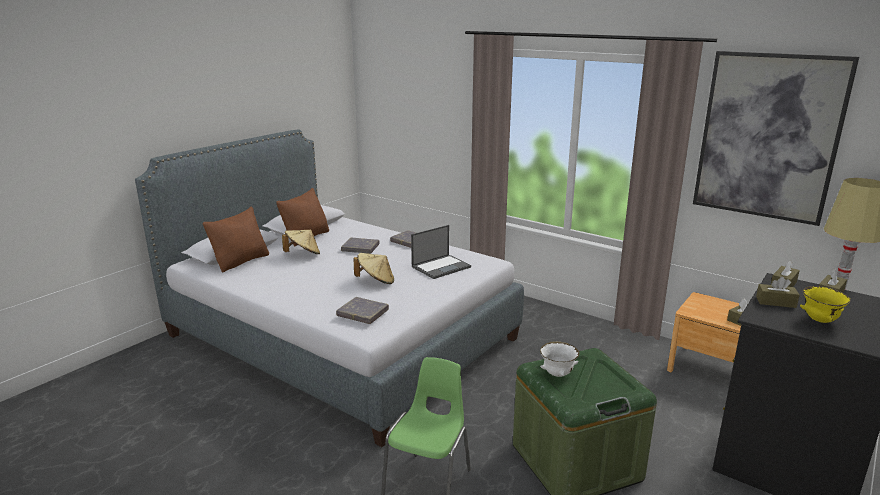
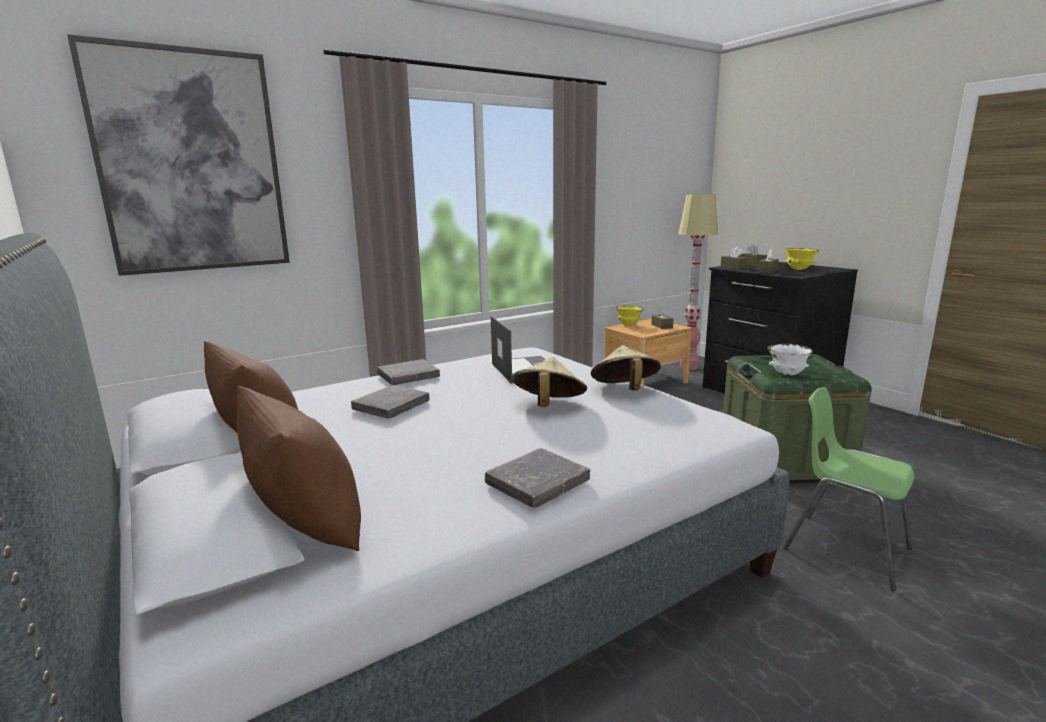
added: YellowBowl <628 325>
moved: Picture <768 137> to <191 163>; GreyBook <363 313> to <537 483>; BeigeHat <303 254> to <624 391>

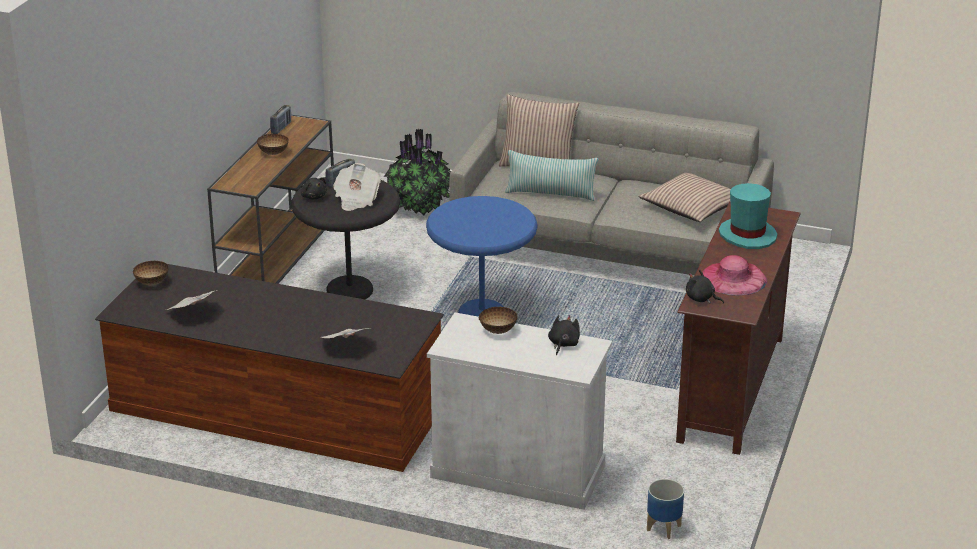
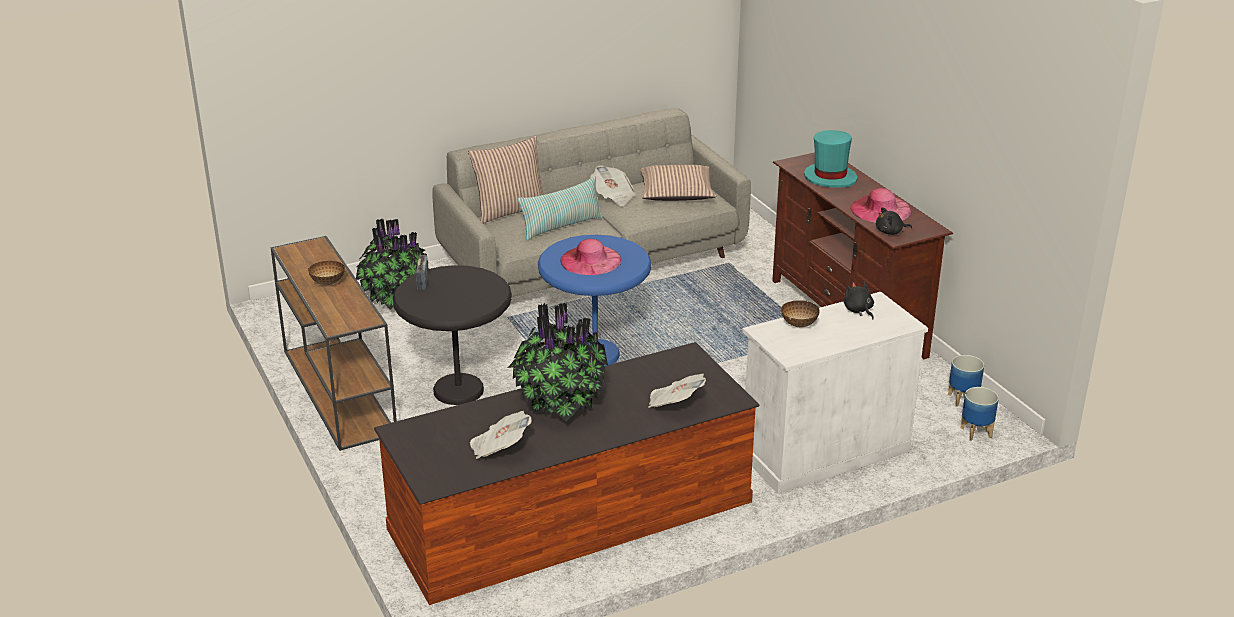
removed: Bowl <152 282>; Radio <281 128>; BlackPlushToy <313 196>
added: PottedPlant <559 403>; PinkHat <590 260>; Planter <962 399>
moved: Newspaper <356 199> to <613 196>

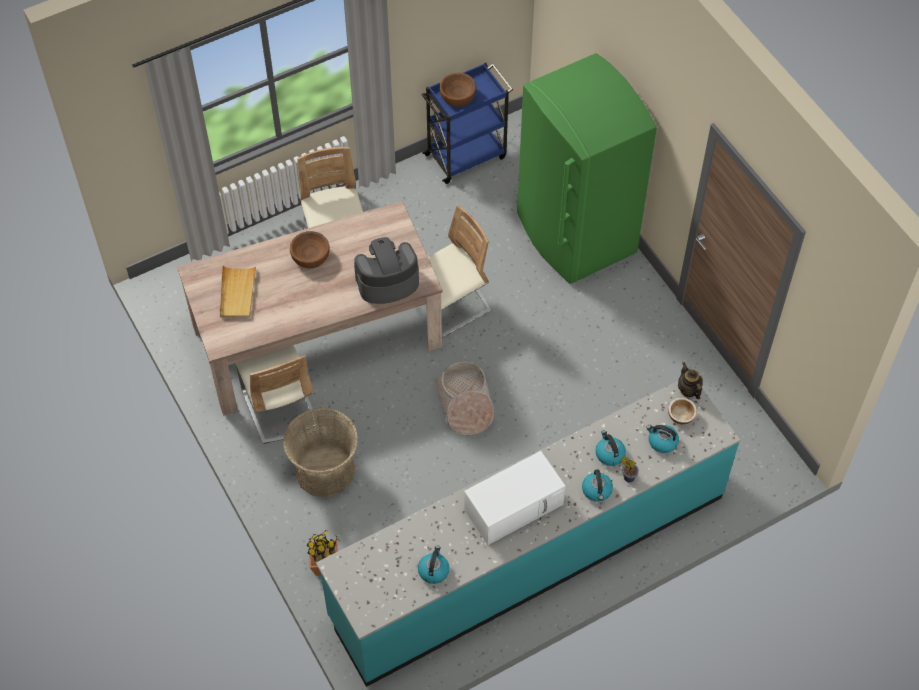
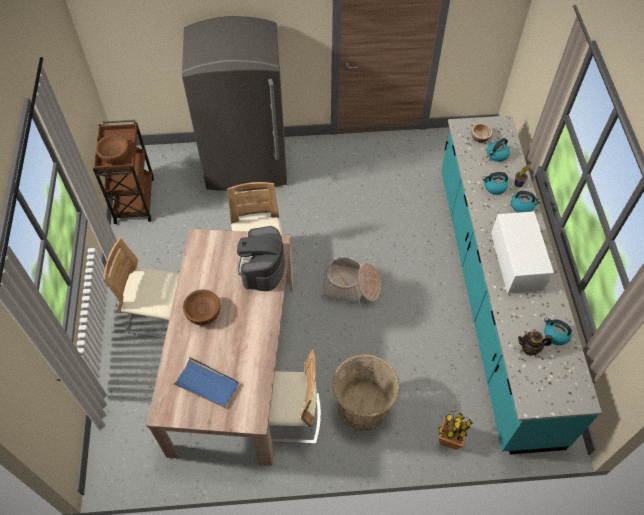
moved: Teapot <688 390> to <530 348>
recoloured: BlueCart <467 155> to BrownCart <134 199>; BeigeTray <237 293> to BlueTray <207 384>; GreenFridge <575 235> to GreyFridge <246 165>

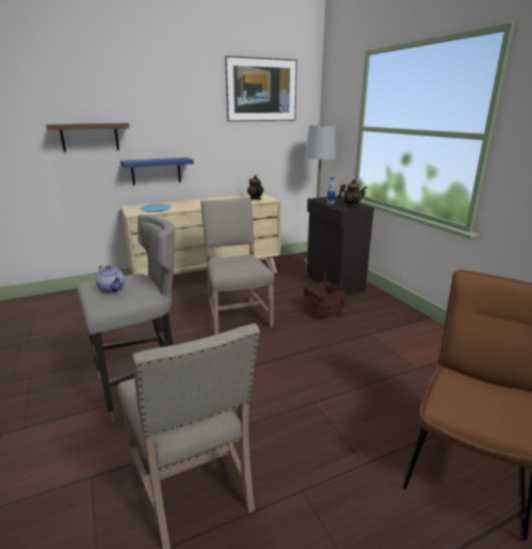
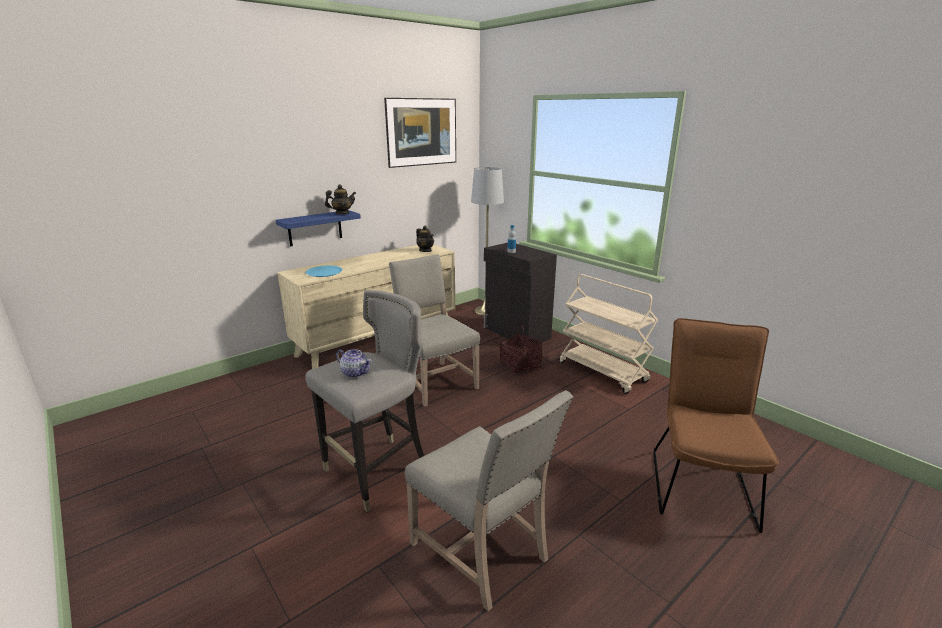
removed: BrownShelf <90 137>
added: BeigeCart <603 372>
moved: Teapot <351 206> to <342 213>

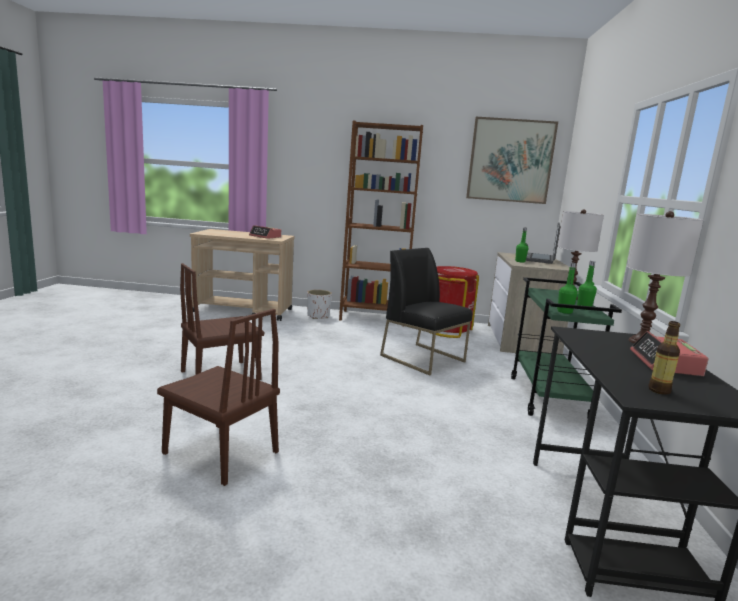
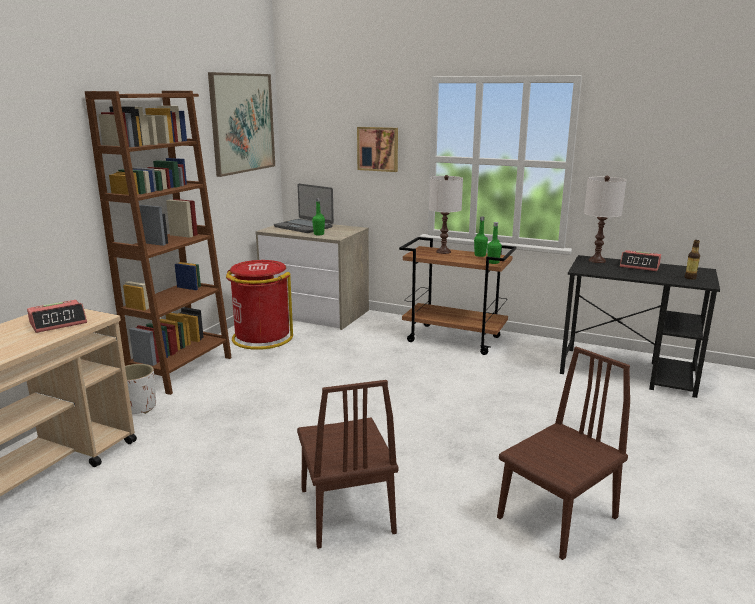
removed: BlackChair <423 358>
added: Picture <378 149>
recoloured: GreenCart <549 399> to BrownCart <455 339>

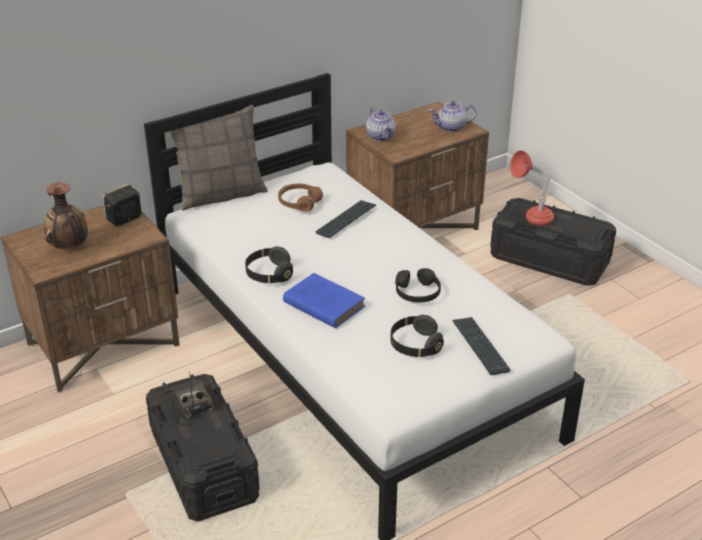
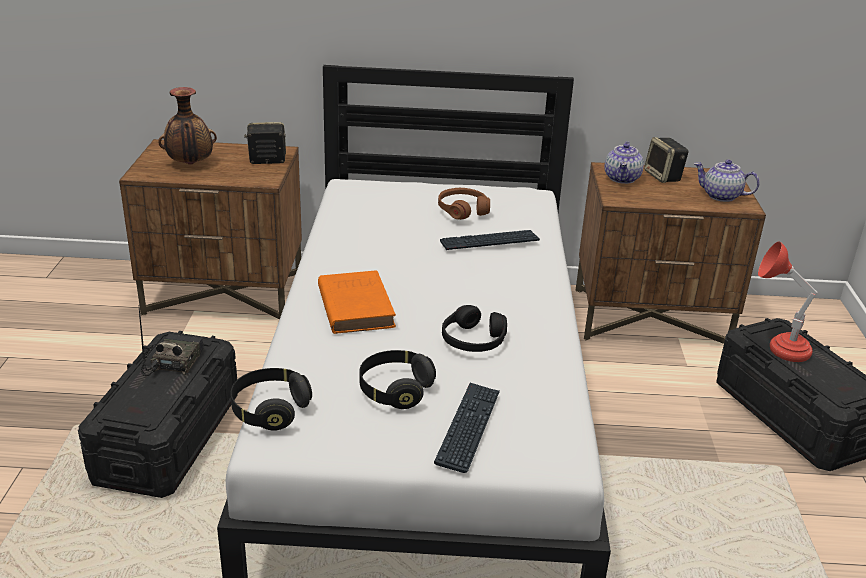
removed: Pillow <221 194>
added: Speaker <663 176>
moved: BlackHeadphones <269 274> to <270 410>
recoloured: BlueBook <322 304> to OrangeBook <355 306>

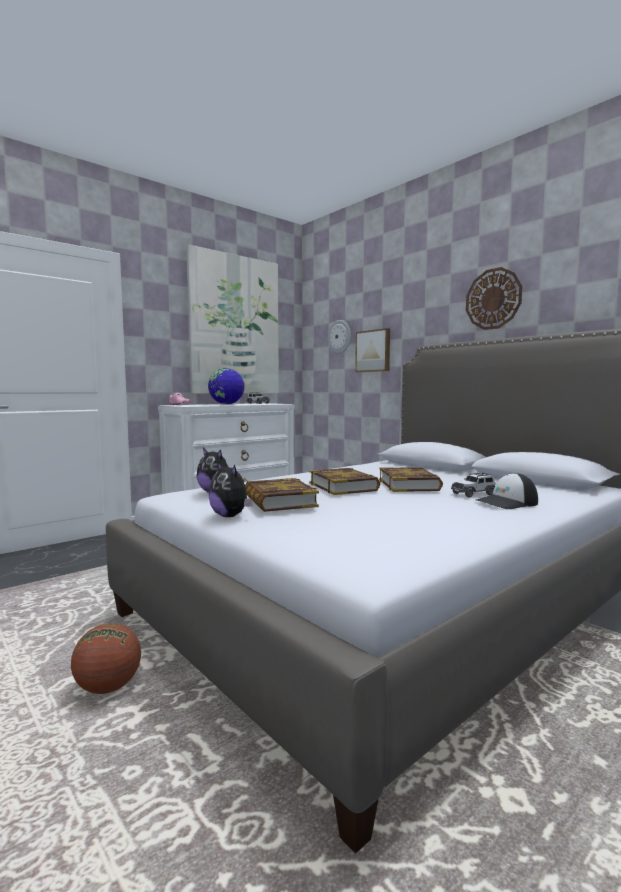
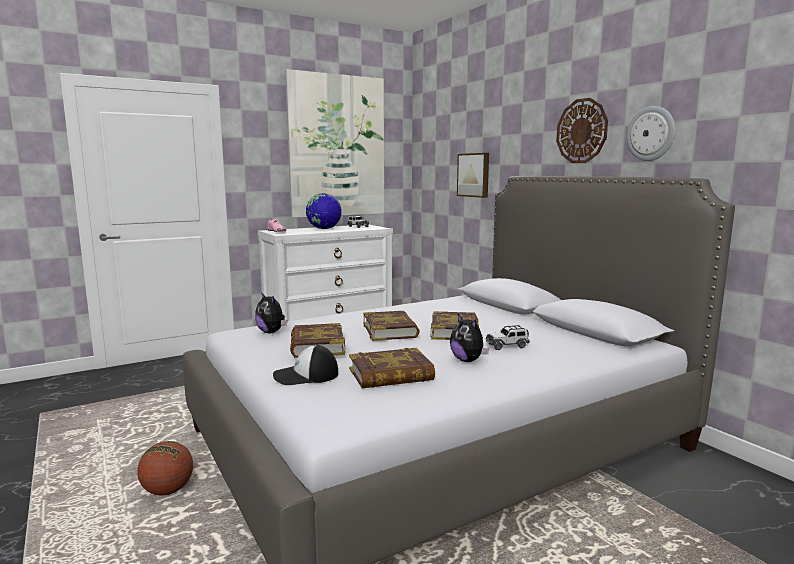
added: Book <391 375>
moved: Cap <507 503> to <305 376>; PlushToy <230 516> to <468 360>; WallClock <340 336> to <651 133>

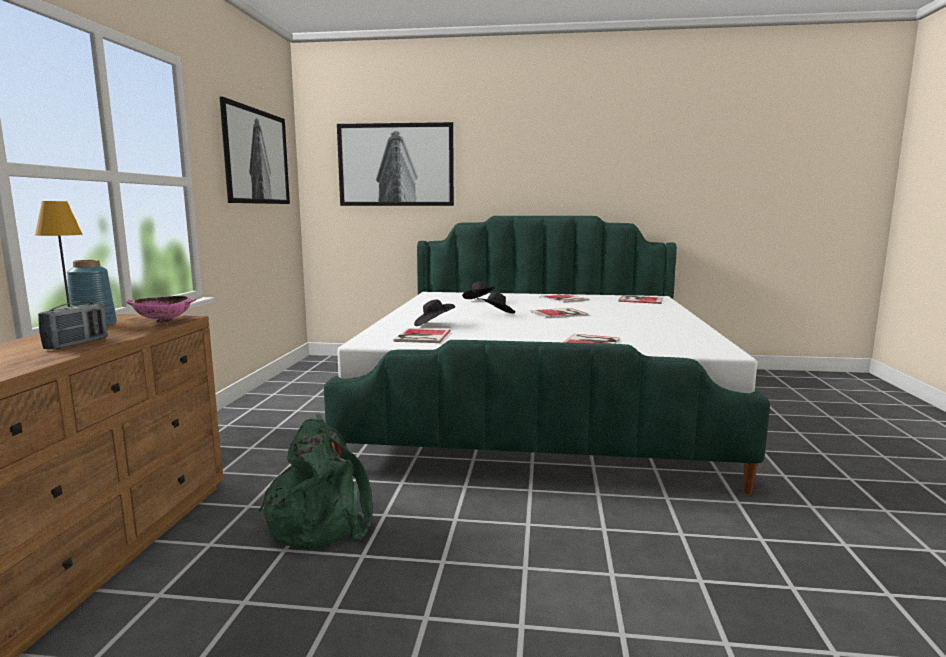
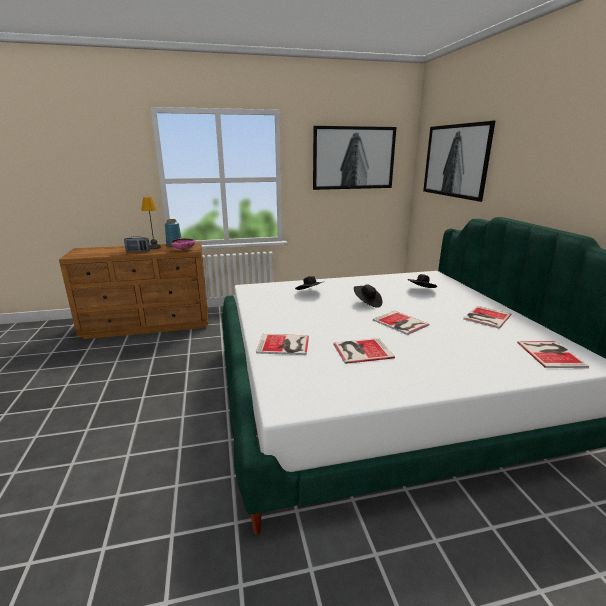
removed: GreenBackpack <321 521>
moved: Book <421 336> to <360 350>

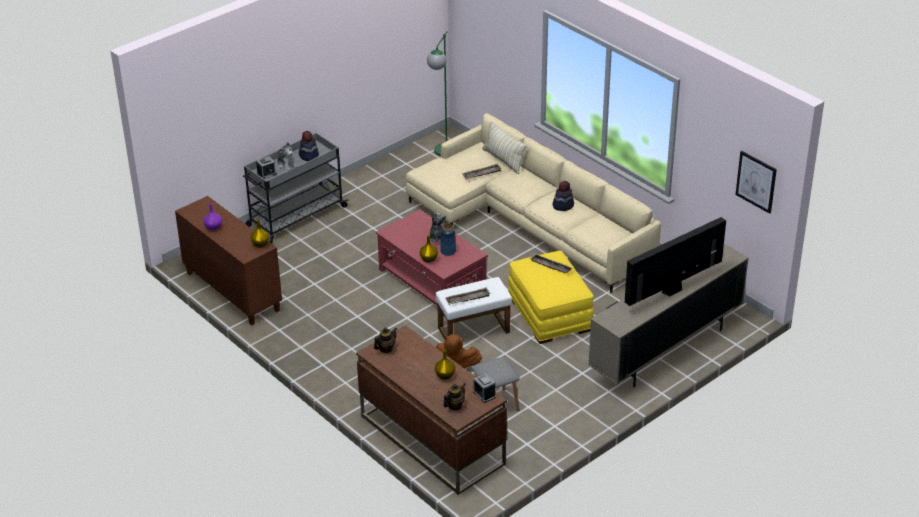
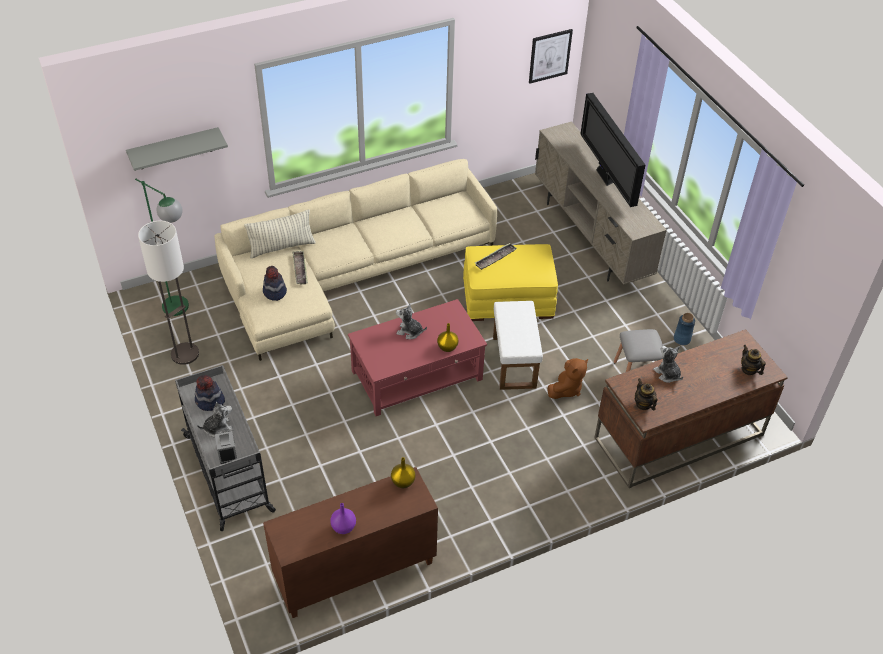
removed: YellowVase <444 375>; Tray <467 298>; AlarmClock <484 394>
added: GreyShelf <174 149>; FloorLamp <185 354>; PlushToy <667 374>
moved: Hat <563 205> to <274 292>; BlueVase <448 251> to <682 339>

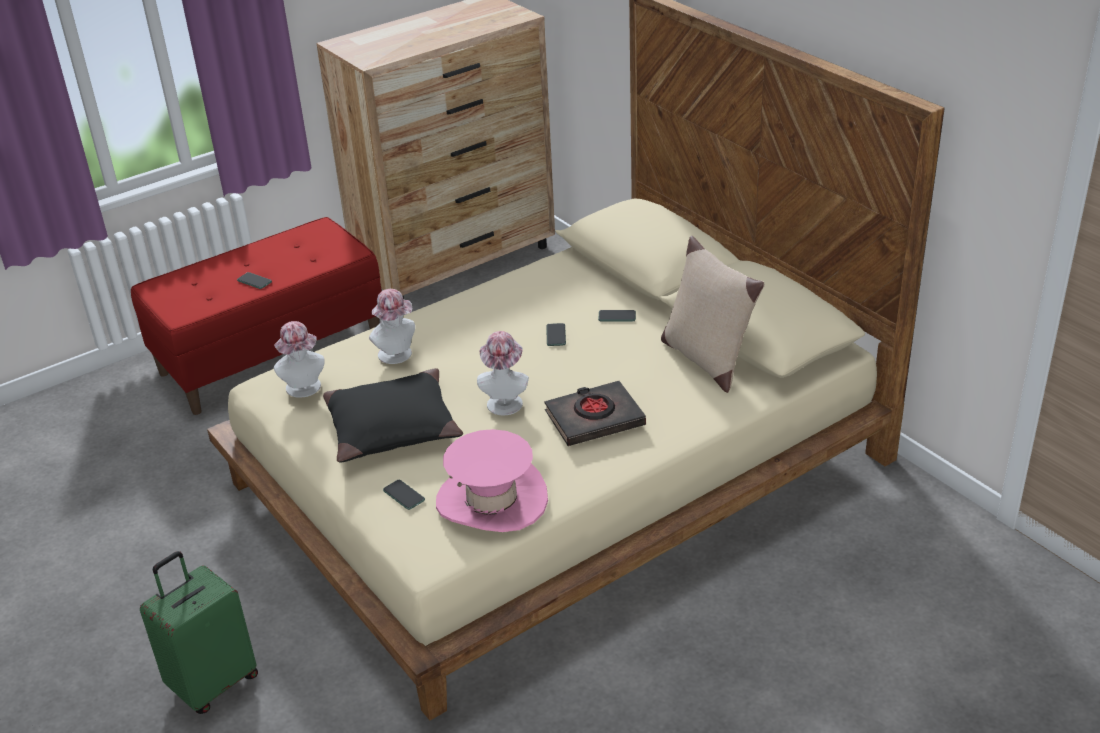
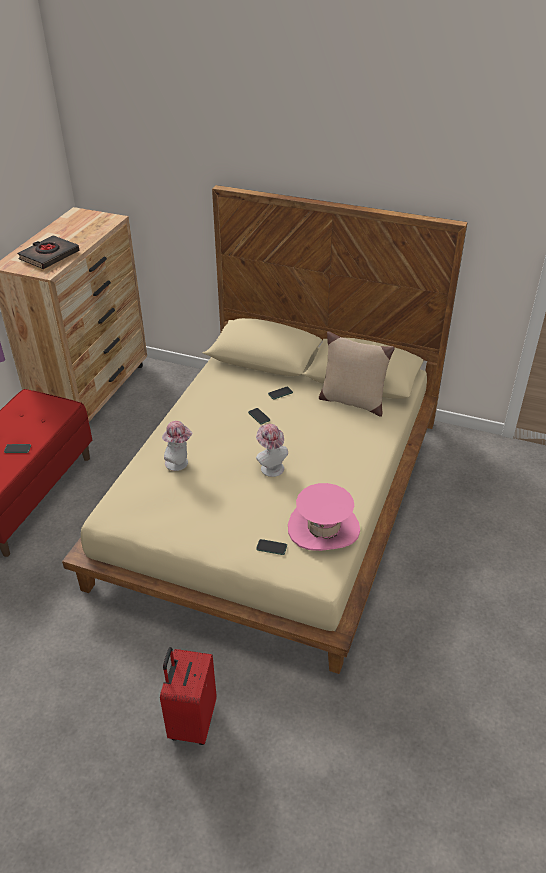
removed: Hat <304 389>; BlackPillow <392 428>
moved: BlackBook <594 419> to <49 256>
recoloured: GreenSuitcase <213 683> to RedSuitcase <191 721>

